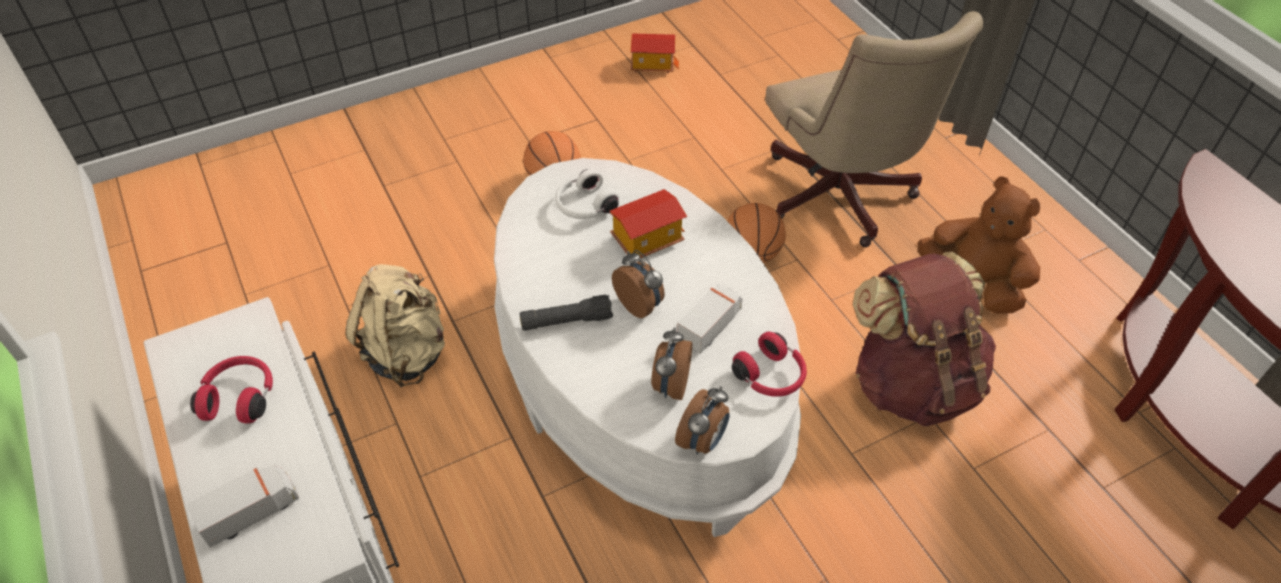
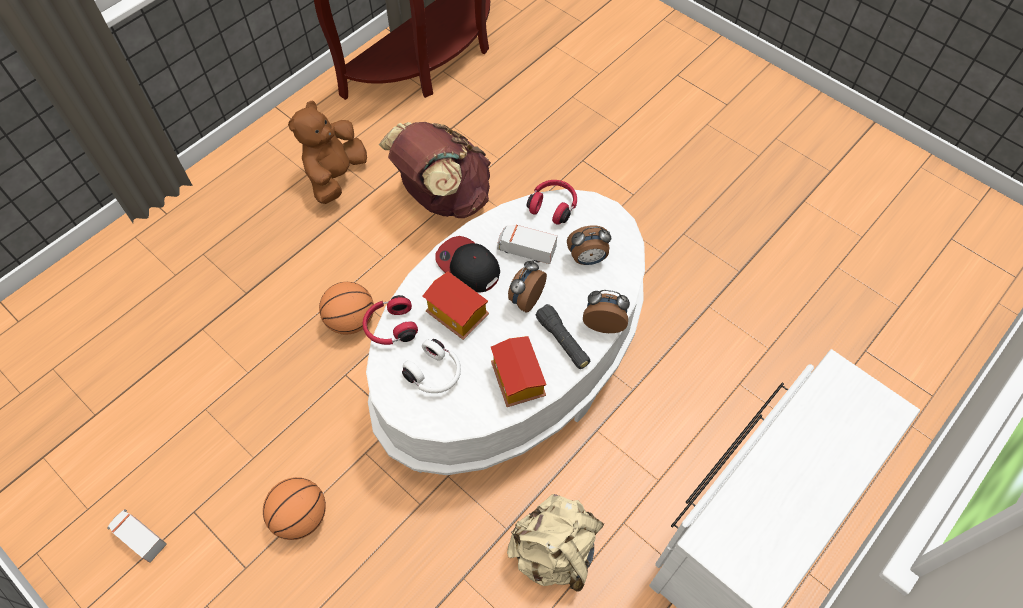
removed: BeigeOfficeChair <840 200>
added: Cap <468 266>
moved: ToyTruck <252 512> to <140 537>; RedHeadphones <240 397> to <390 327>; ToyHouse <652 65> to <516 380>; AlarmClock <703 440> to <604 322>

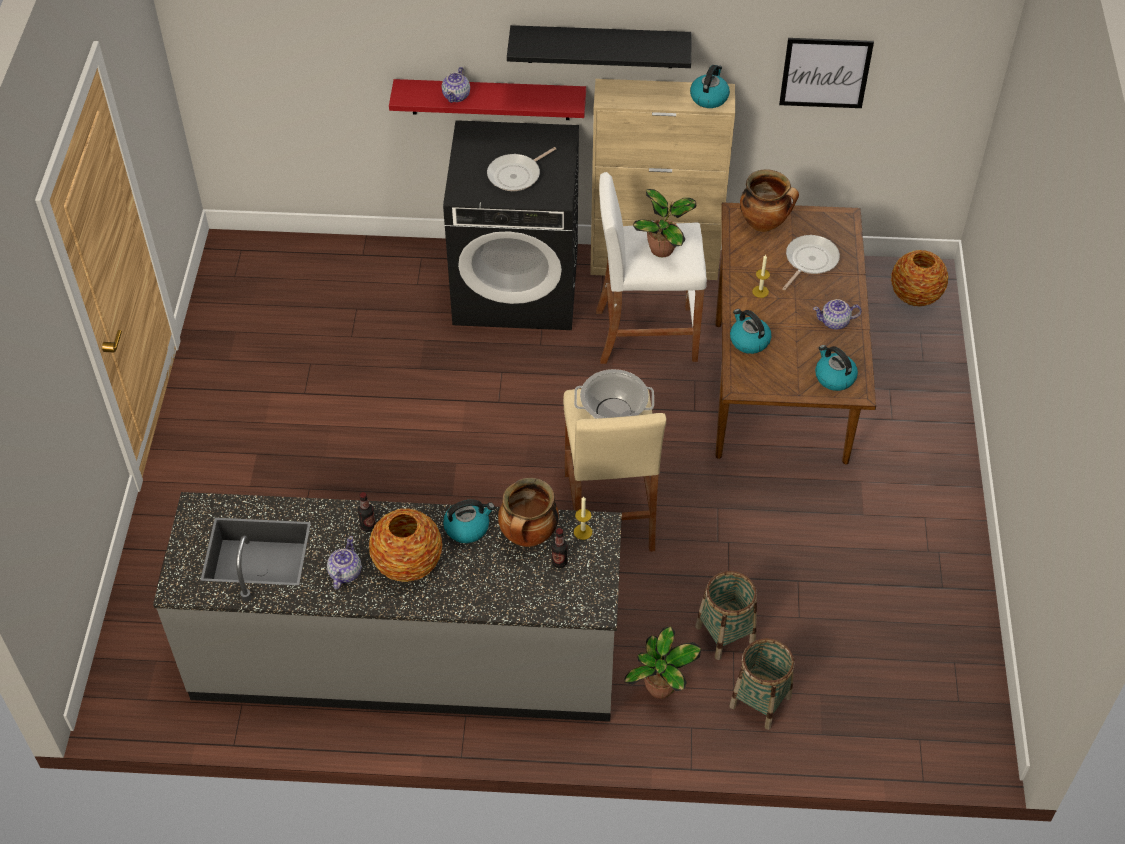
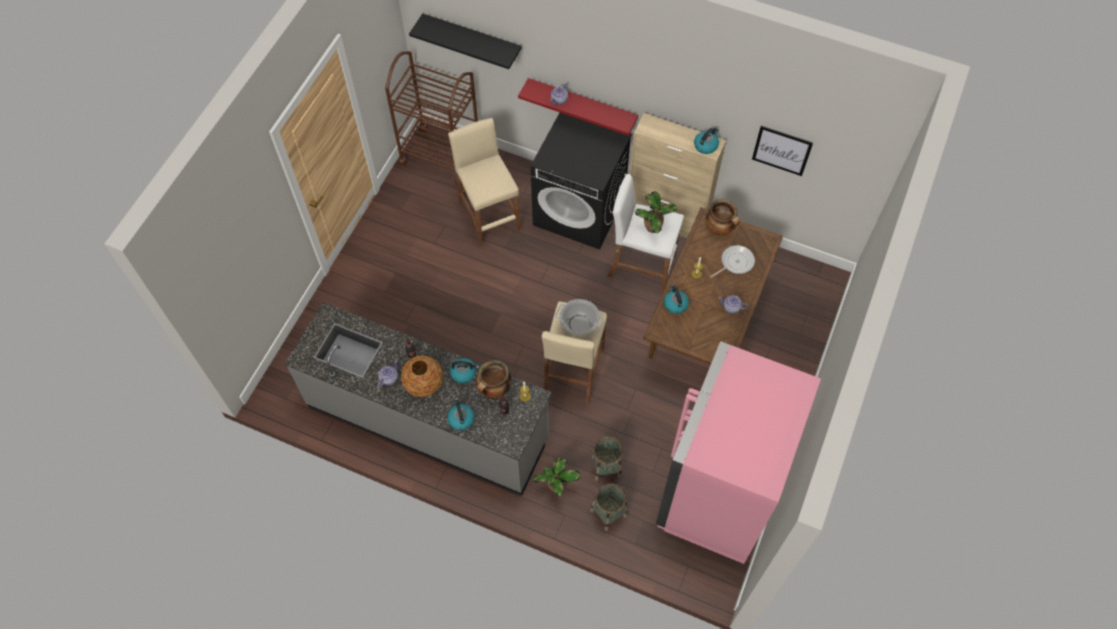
removed: FryingPan <516 175>; Vase <915 296>
added: BrownCart <441 156>; BeigeStool <488 216>; PinkFridge <718 491>
moved: BlackShelf <600 46> to <472 39>; Kettle <834 377> to <461 419>

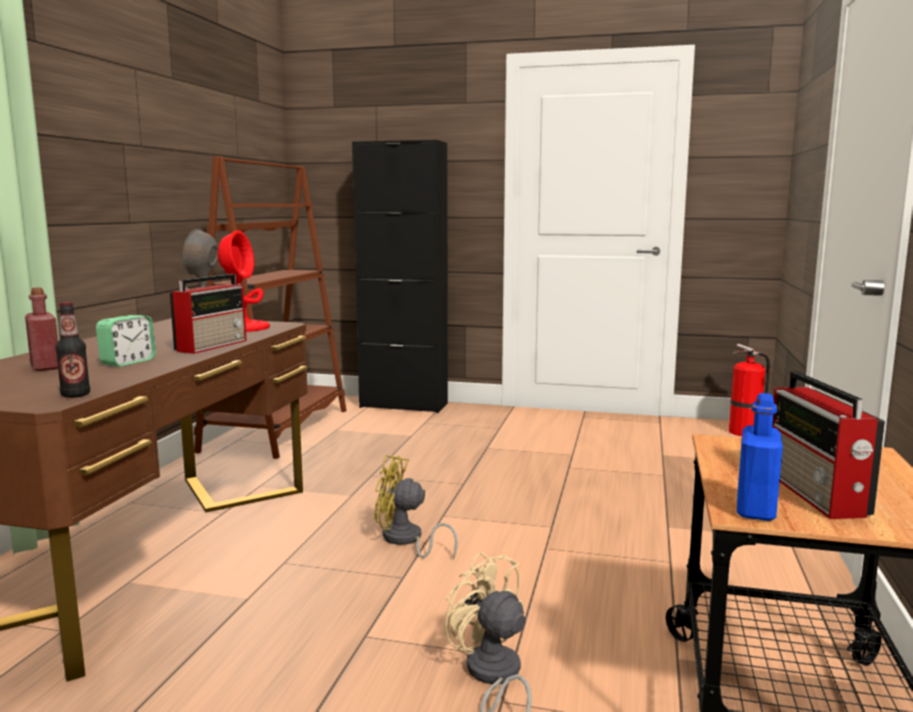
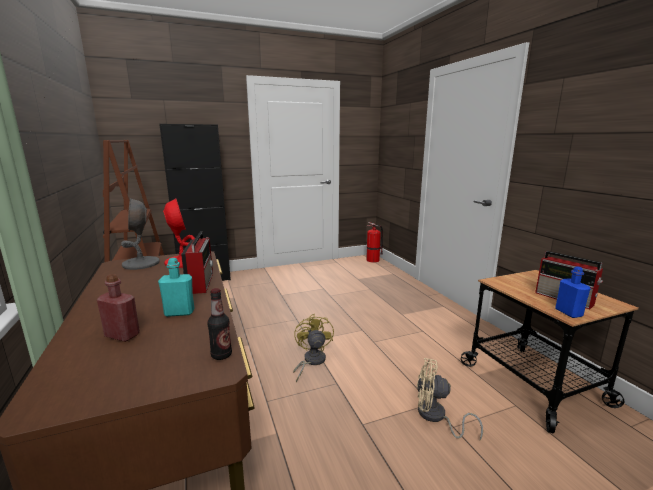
replaced: AlarmClock <128 362> to TurquoiseBottle <179 312>
turned: YellowFan <406 540> = <311 361> 105 degrees clockwise

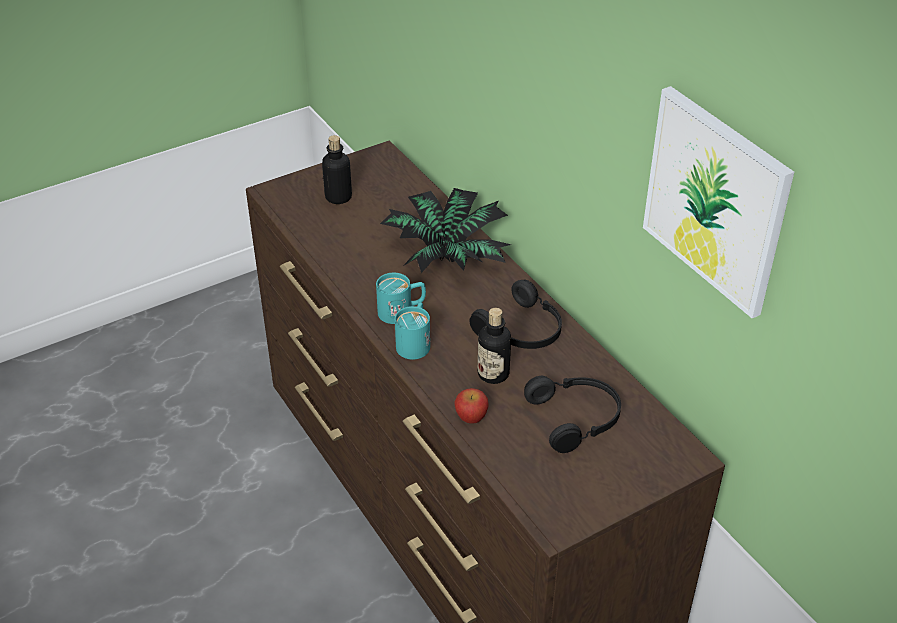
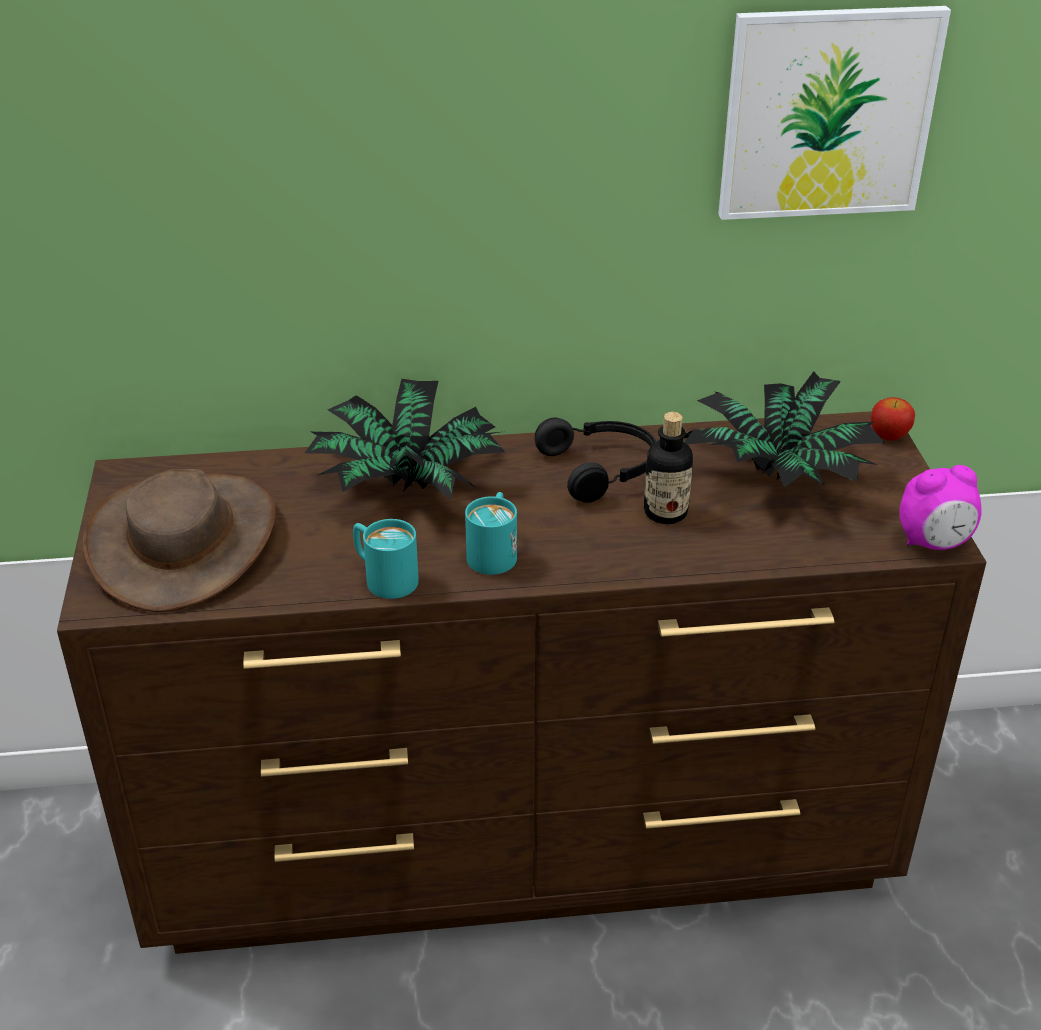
added: AlarmClock <934 543>
moved: TurquoiseMug <415 342> to <383 577>; Apple <471 417> to <889 435>
replaced: Bottle <338 197> to BrownHat <184 540>; BlackHeadphones <576 418> to PottedPlant <777 477>

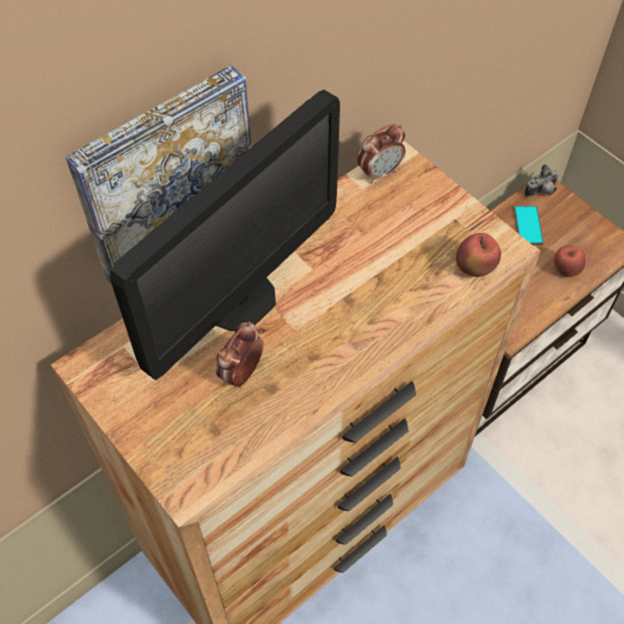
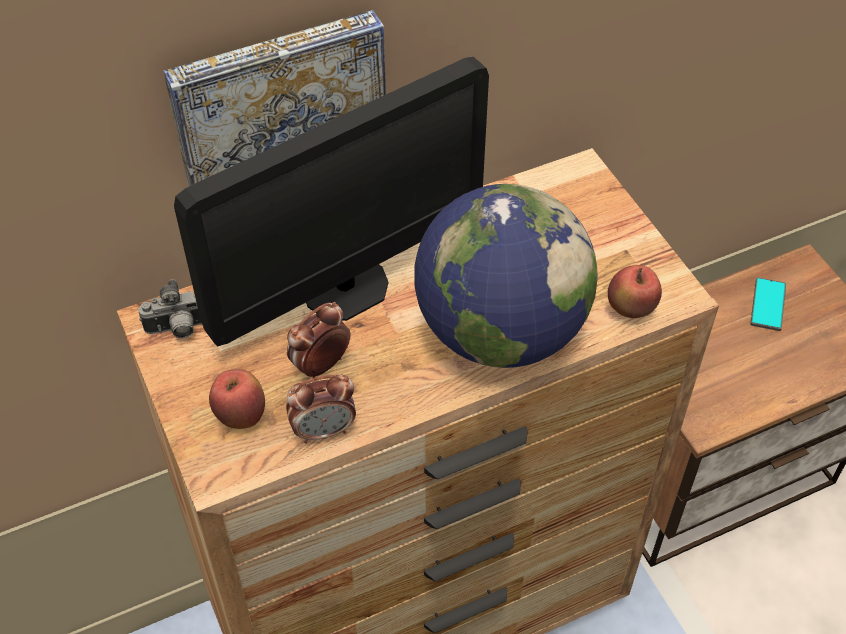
added: Globe <500 331>
moved: PhotoCamera <541 192> to <178 330>; Apple <565 270> to <241 415>; AlarmClock <380 173> to <324 430>

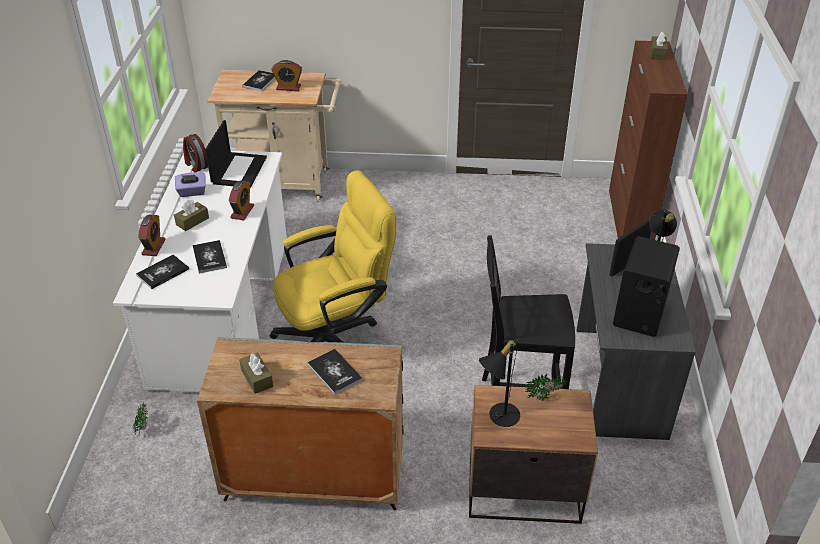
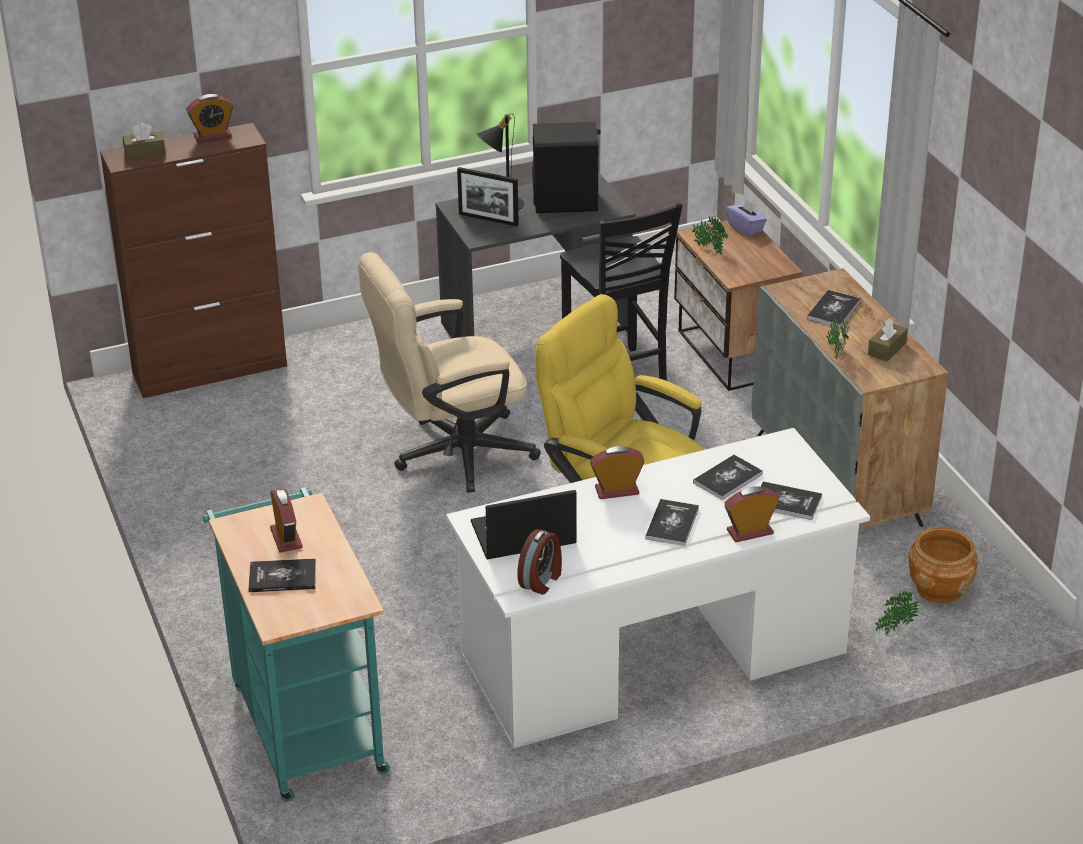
removed: BlackTableLamp <498 415>
added: AlarmClock <212 136>; BeigeOfficeChair <451 455>; PottedPlant <836 351>; BrownPlanter <938 589>
moved: PurpleTissueBox <192 192> to <746 228>
replaced: BrownTissueBox <192 221> to Book <672 524>
recoloured: BeigeCart <286 184> to TurquoiseCart <304 721>

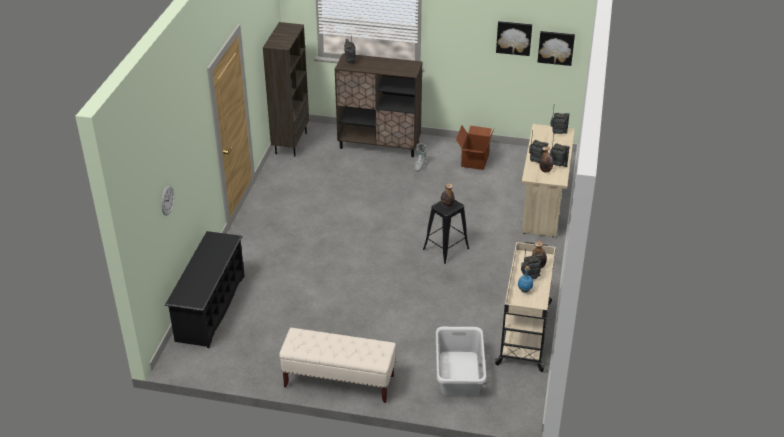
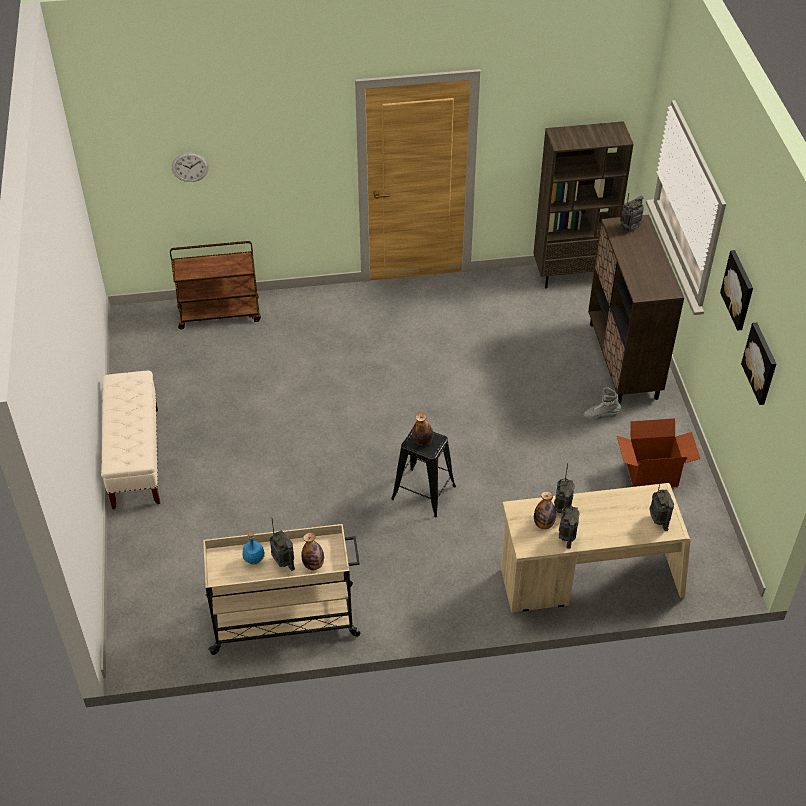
removed: GreyLaundryBasket <458 374>
moved: Picture <556 47> to <739 290>
replaced: BlackShoeRack <210 308> to BrownCart <220 314>

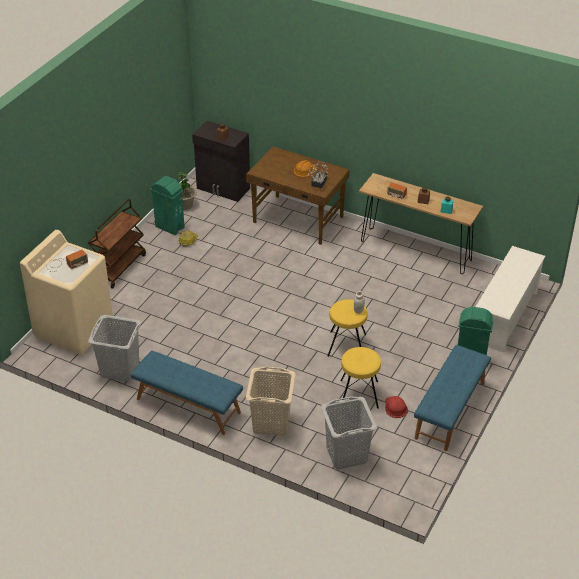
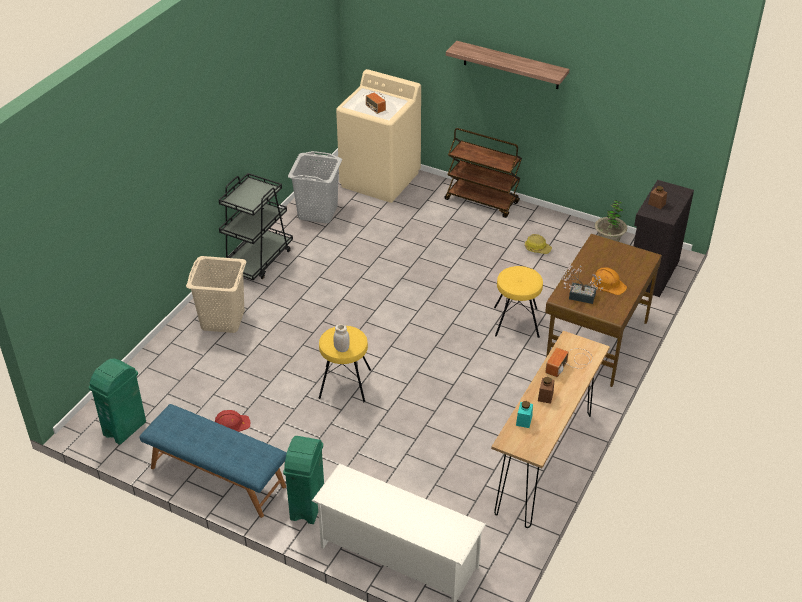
removed: GreyLaundryBasket <346 455>
added: Shelf <511 65>
moved: GreenTrashCan <169 227> to <125 428>; YellowStool <359 394> to <516 322>
replaced: BlueBench <188 406> to BlackCart <257 260>

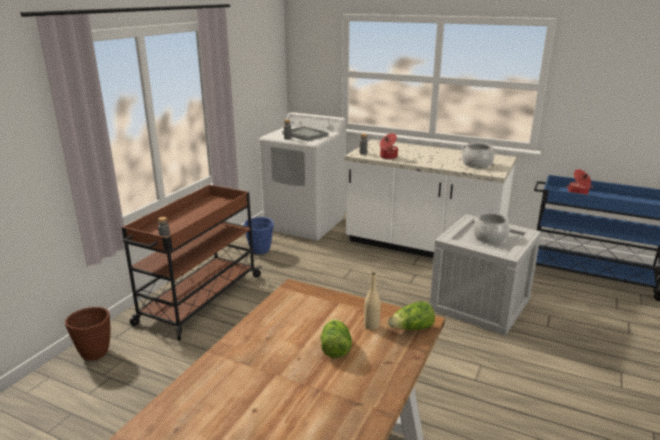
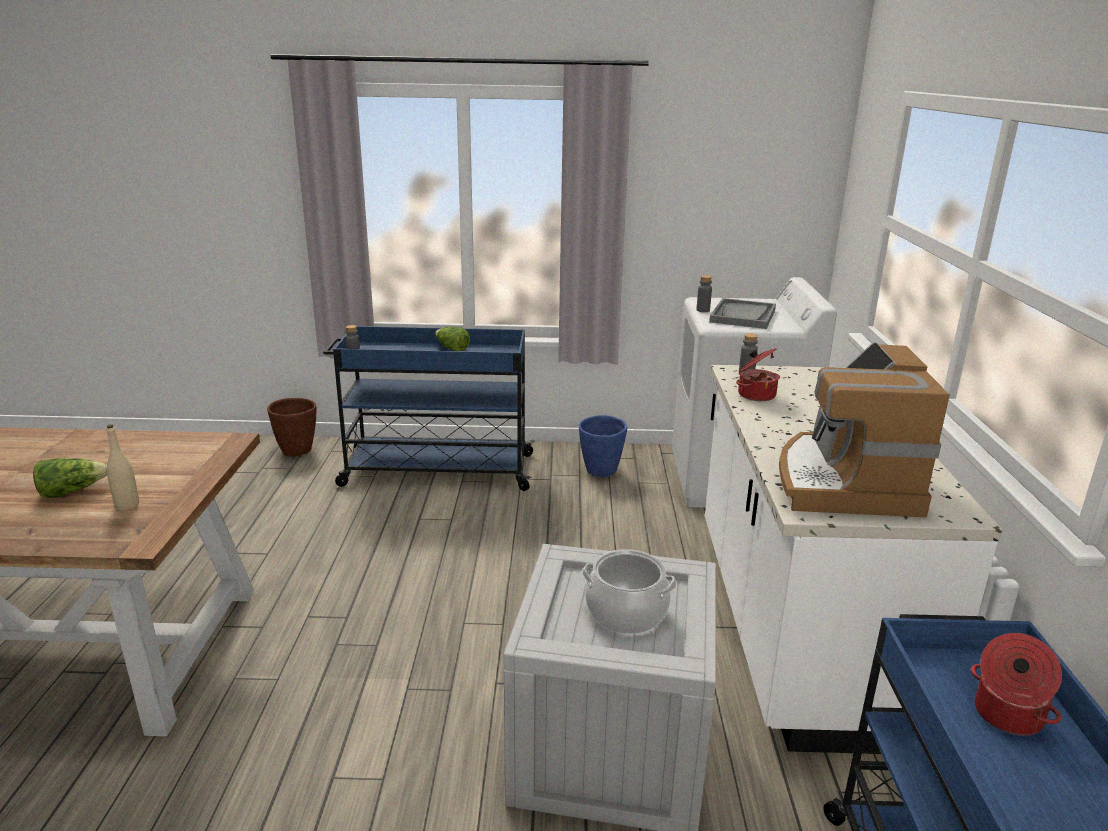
moved: Lettuce <412 329> to <451 349>
replaced: CookingPot <477 164> to CoffeeMachine <844 482>
recoloured: BrownCart <199 300> to BlueCart <436 470>

